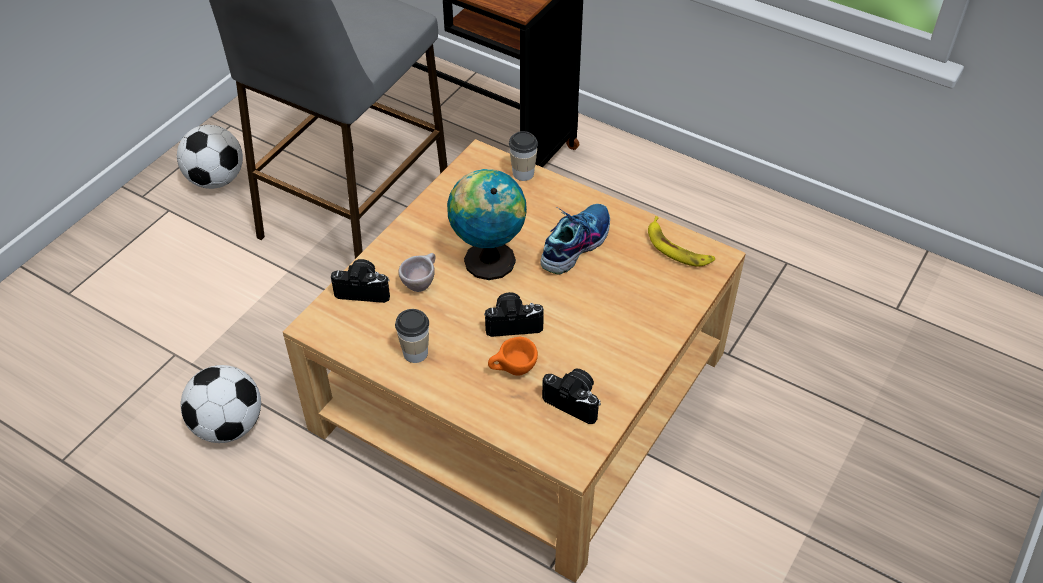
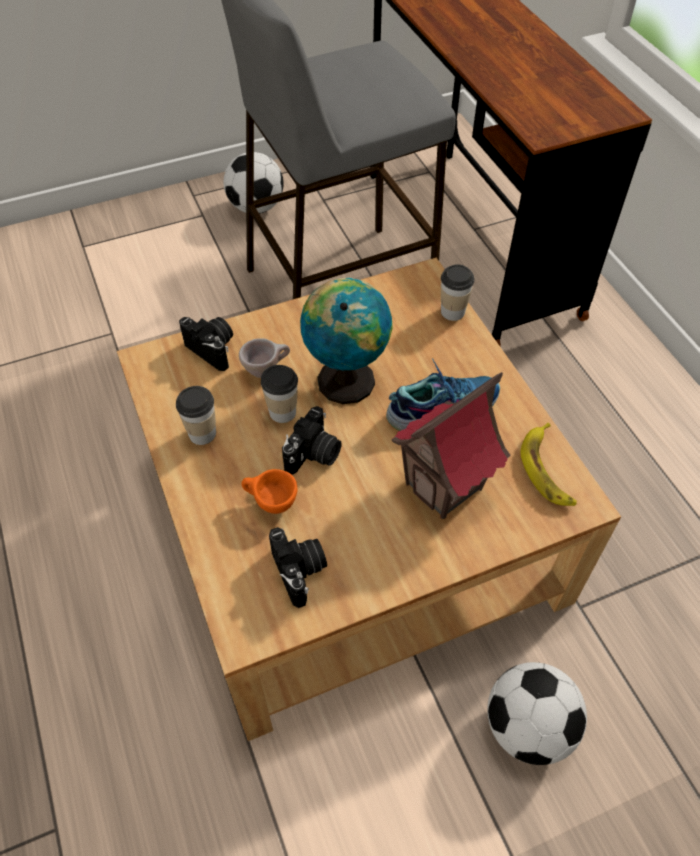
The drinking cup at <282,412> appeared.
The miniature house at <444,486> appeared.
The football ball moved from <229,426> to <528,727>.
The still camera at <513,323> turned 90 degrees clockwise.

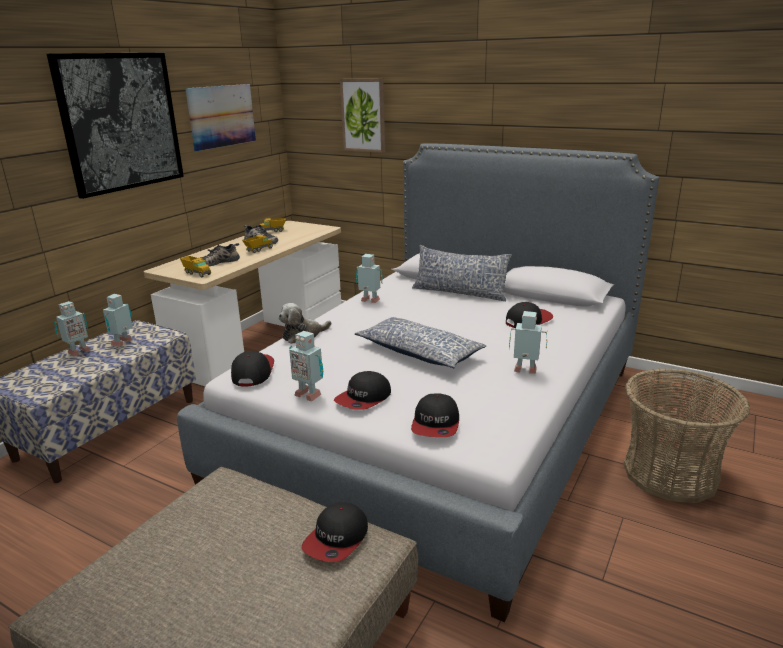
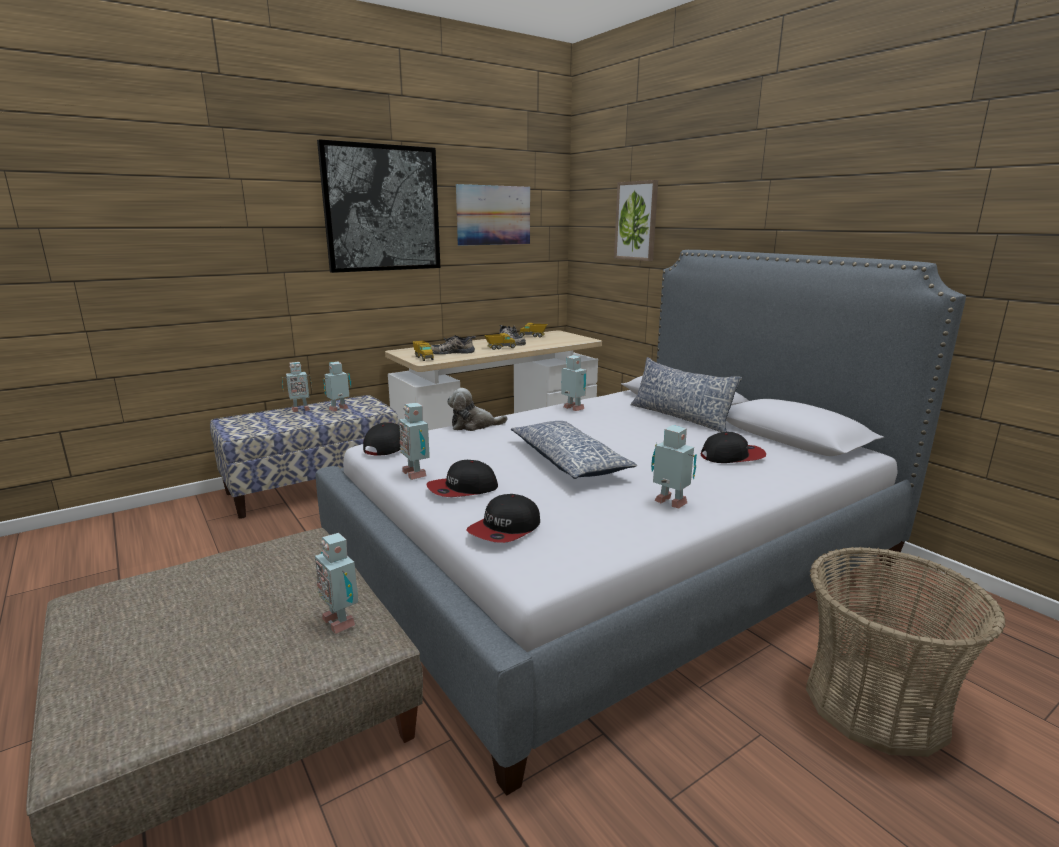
The baseball cap at <337,539> was replaced by the robot figure at <341,620>.

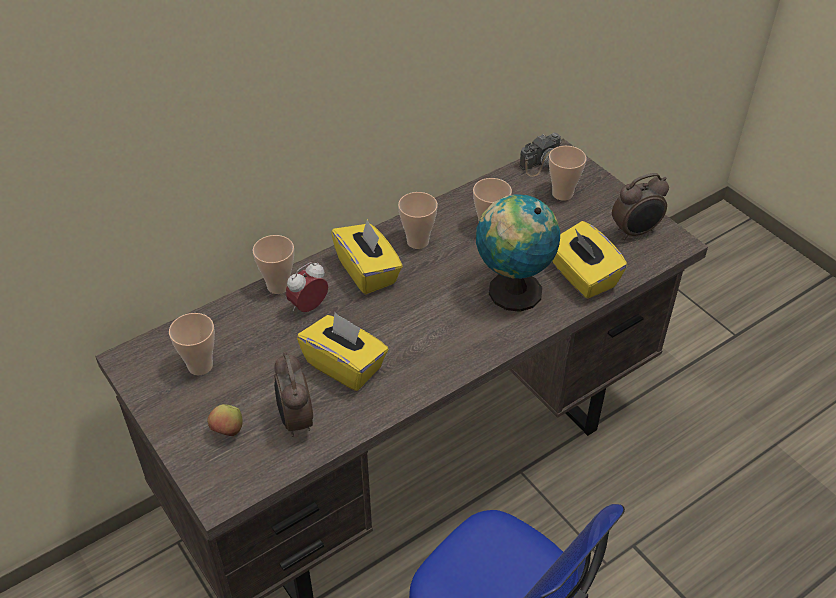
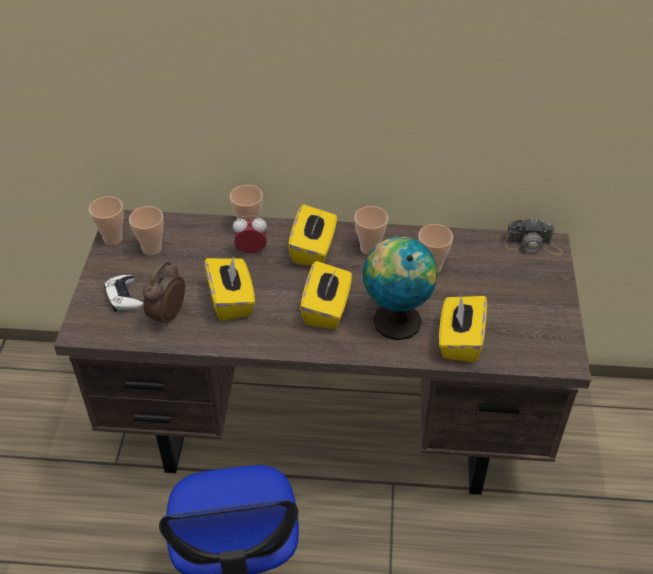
The table clock at <635,232> disappeared.
The tissue box (yellow-coloured) at <327,309> appeared.
The drinking cup moved from <562,194> to <113,238>.
The apple fruit at <228,431> was replaced by the gamepad (white-coloured) at <124,297>.

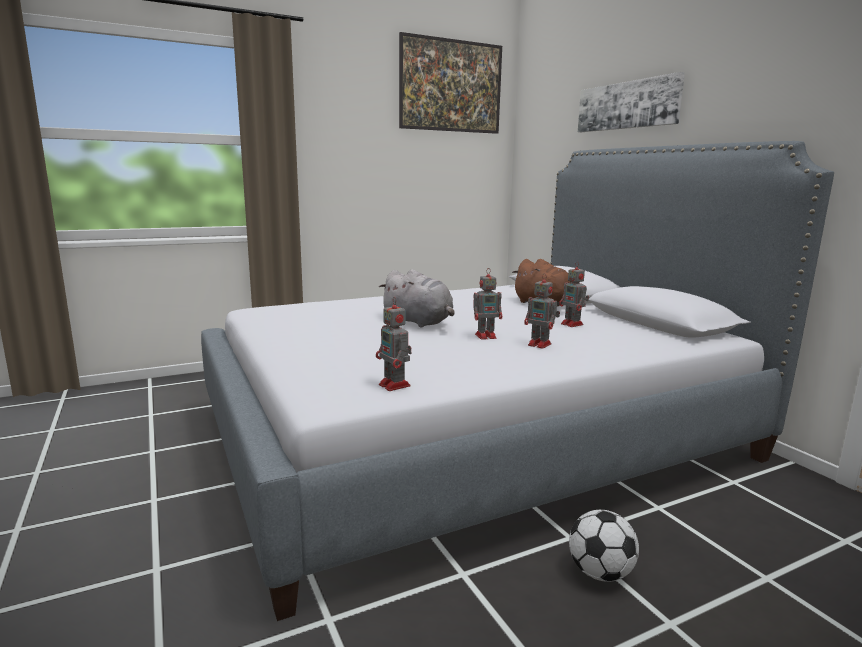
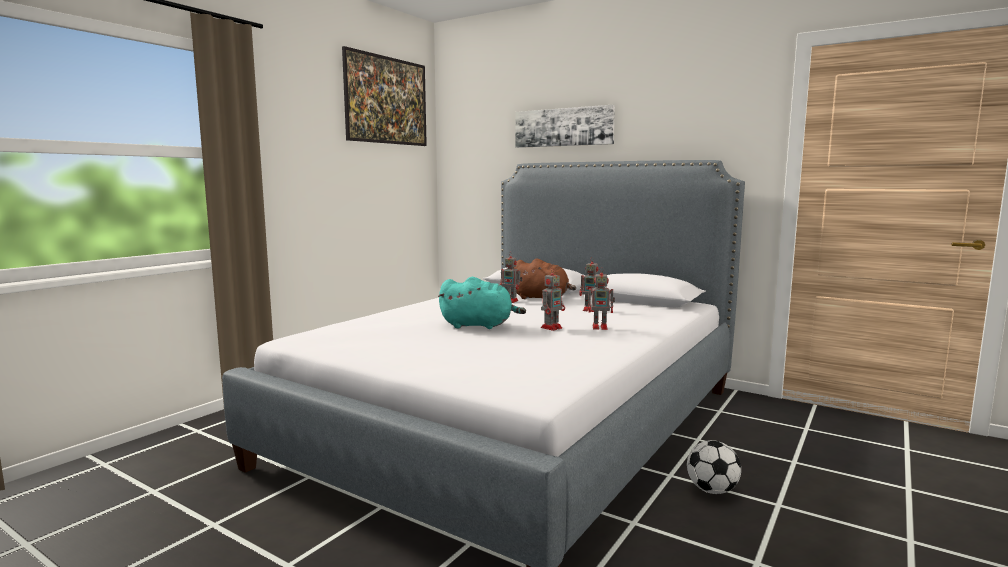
The robot figure moved from <395,386> to <511,301>.
The cuddly toy (greyish) at <419,322> became the cuddly toy (turquoise-coloured) at <479,325>.

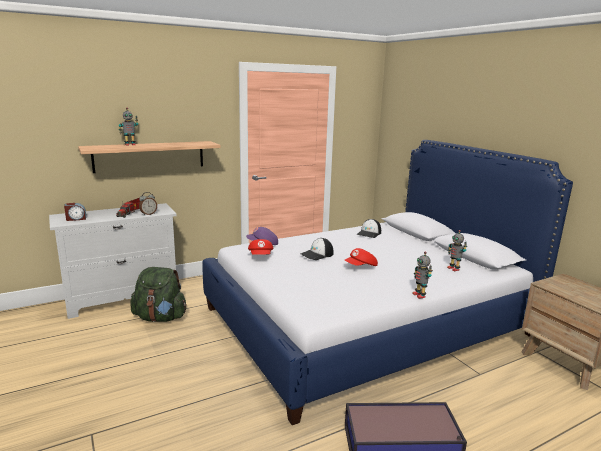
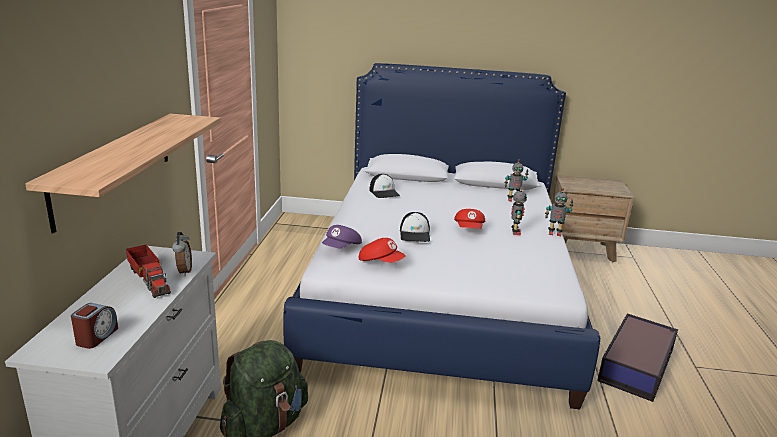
The robot figure moved from <130,144> to <515,232>.

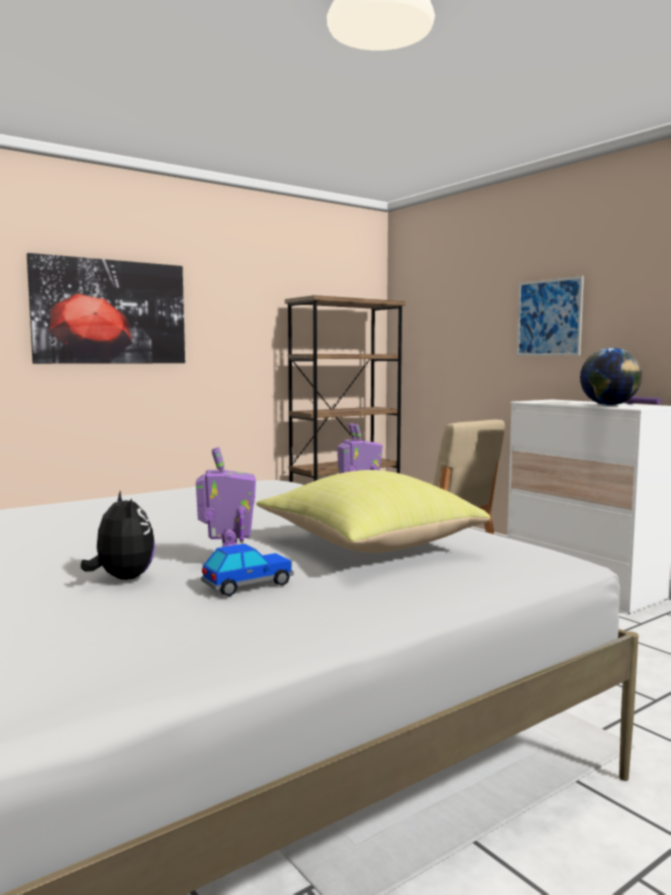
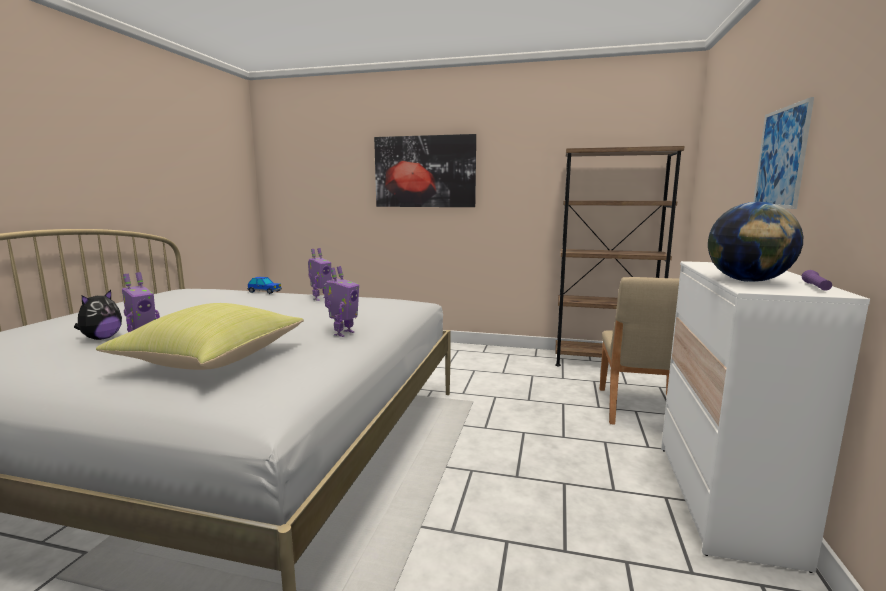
The robot figure at <320,299> appeared.
The miniature car moved from <248,585> to <265,292>.

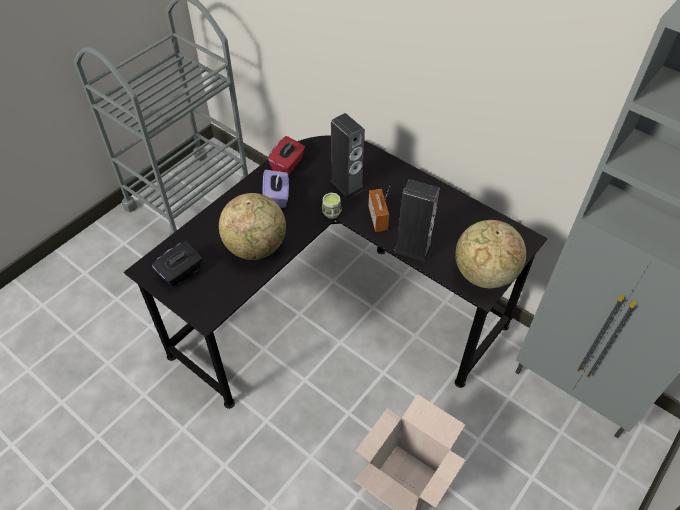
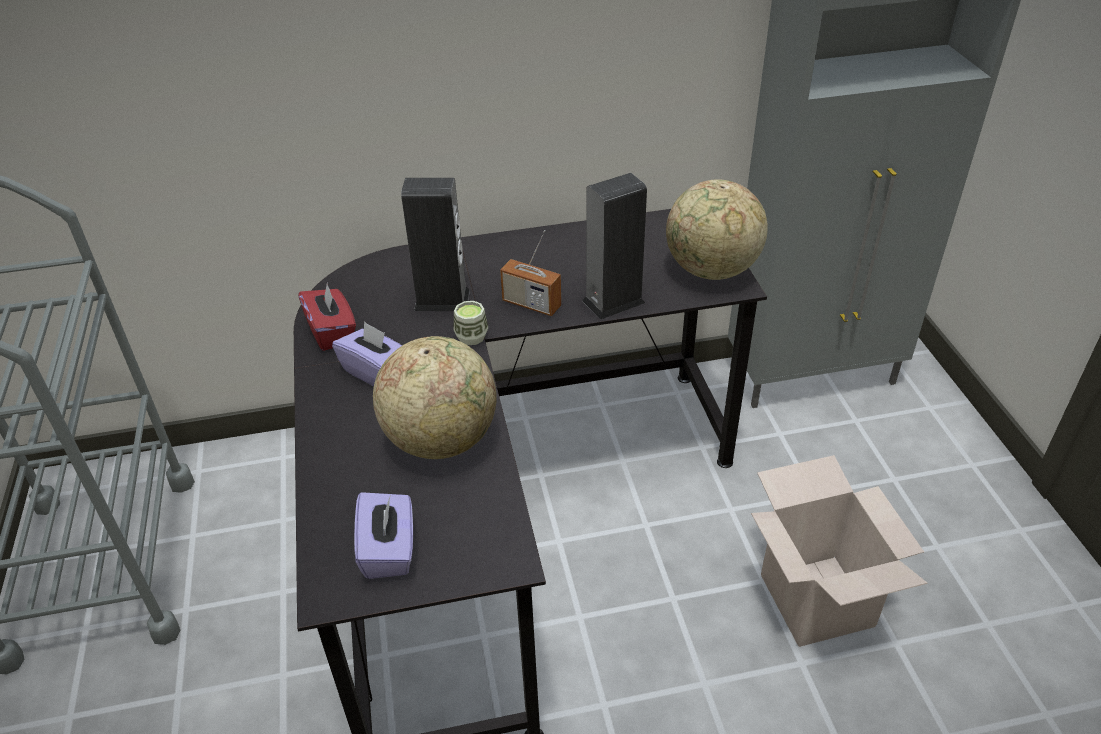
The tissue box (black) at <181,273> became the tissue box (purple-coloured) at <389,550>.

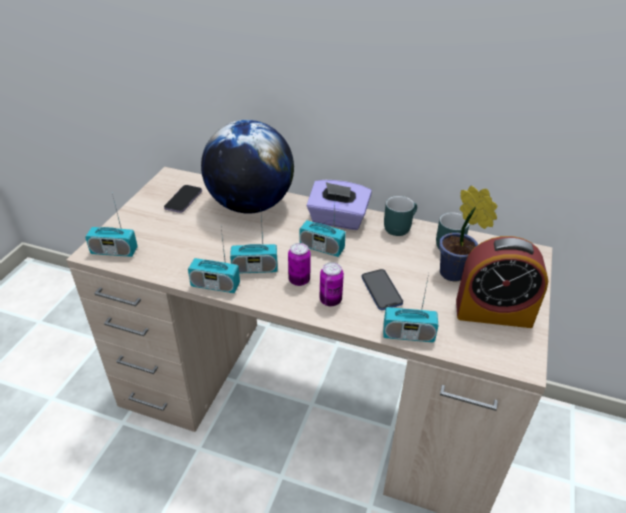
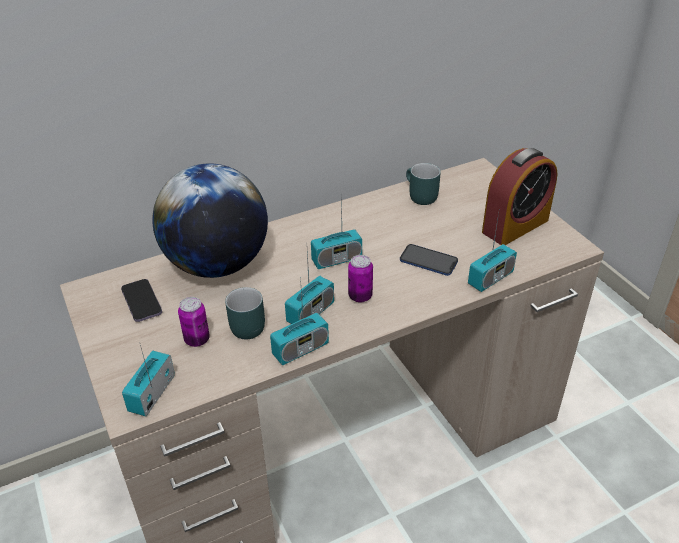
The tissue box (purple-coloured) at <337,219> disappeared.
The potted plant at <455,275> disappeared.
The can moved from <330,300> to <197,339>.
The coffee mug (turquoise-coloured) moved from <398,226> to <246,324>.
The radio at <114,251> turned 150 degrees clockwise.

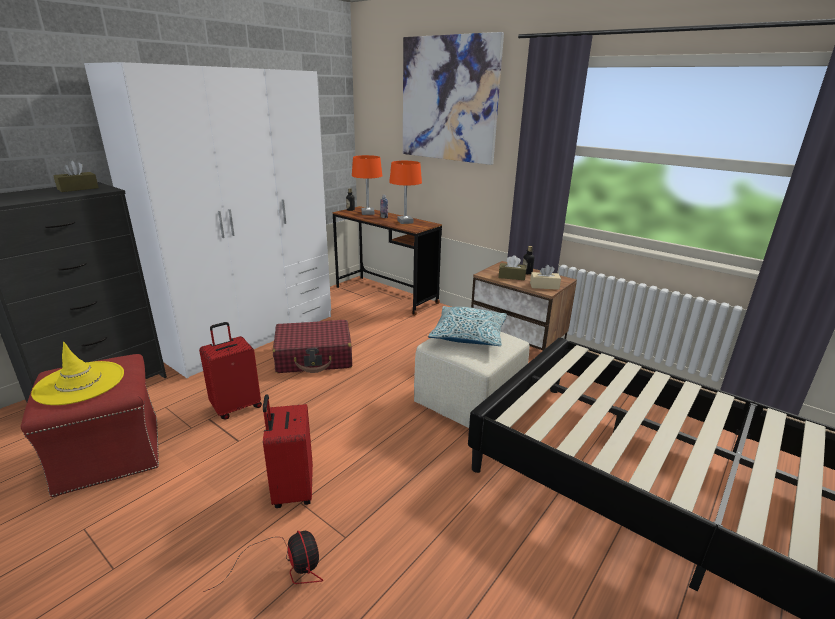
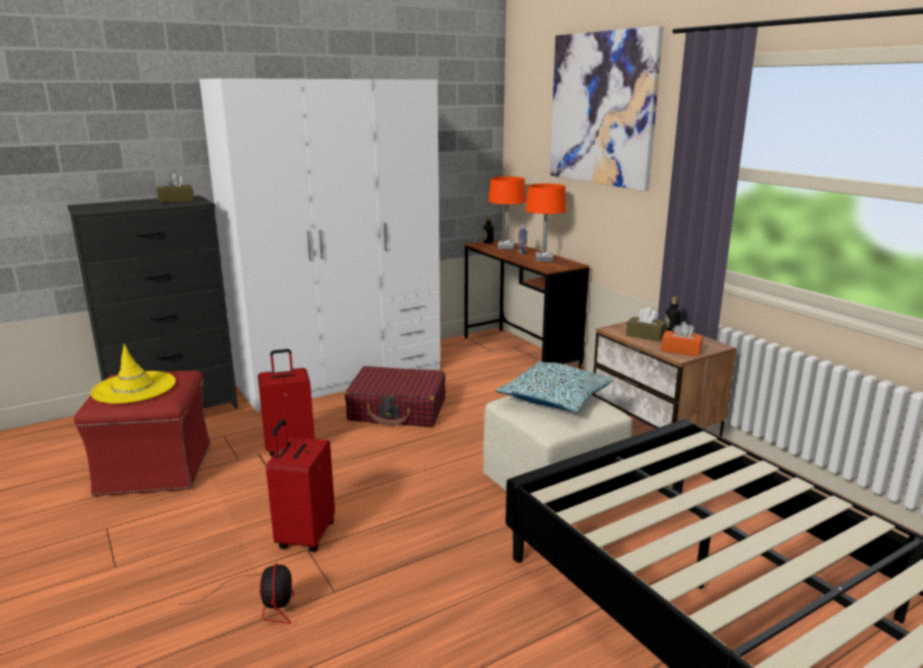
The tissue box (beige-coloured) at <544,286> became the tissue box (orange) at <681,350>.

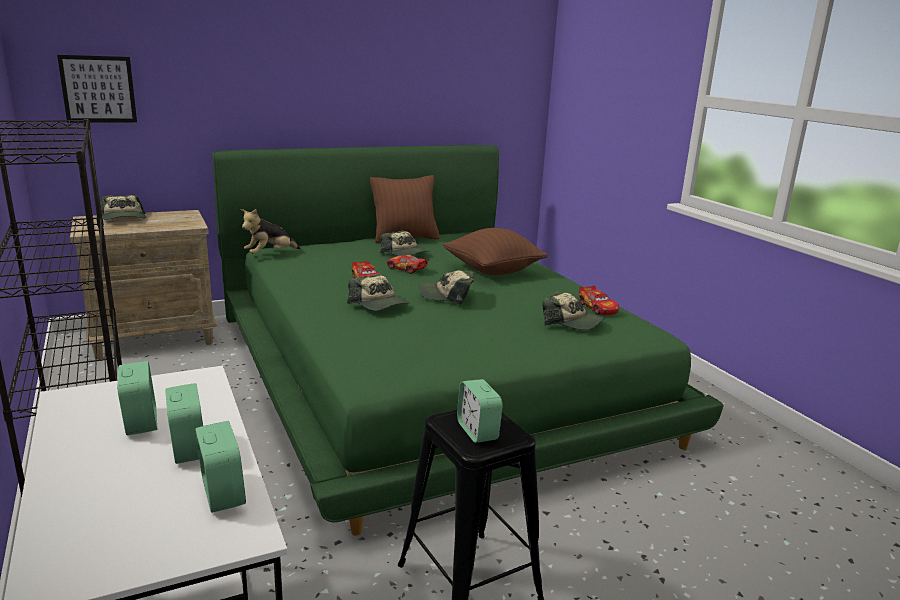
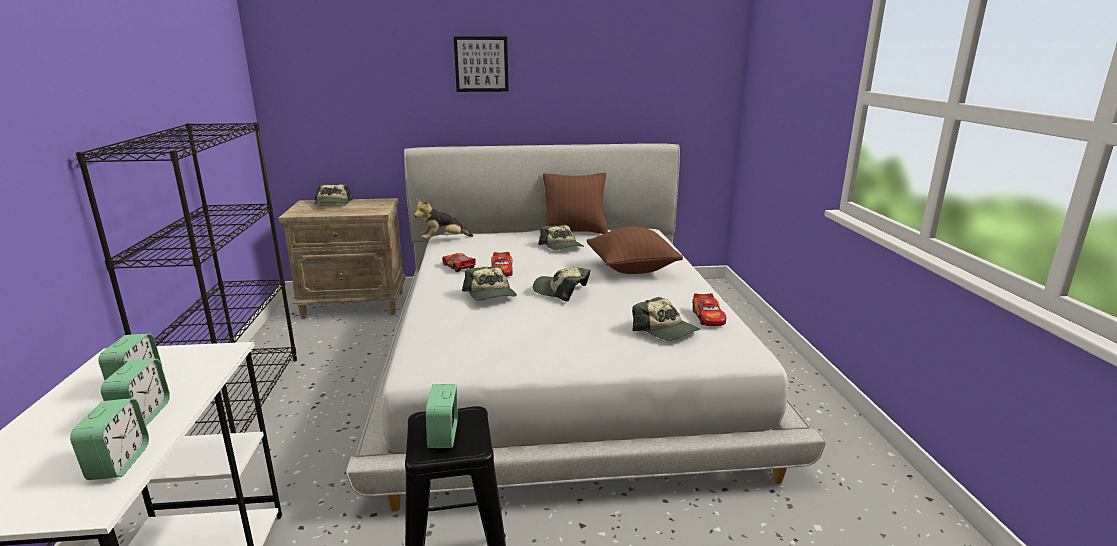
The wall art moved from <98,89> to <481,64>.
The miniature car moved from <406,269> to <458,266>.
The bedroom bed (greenish) at <429,371> became the bedroom bed (white-coloured) at <561,361>.

